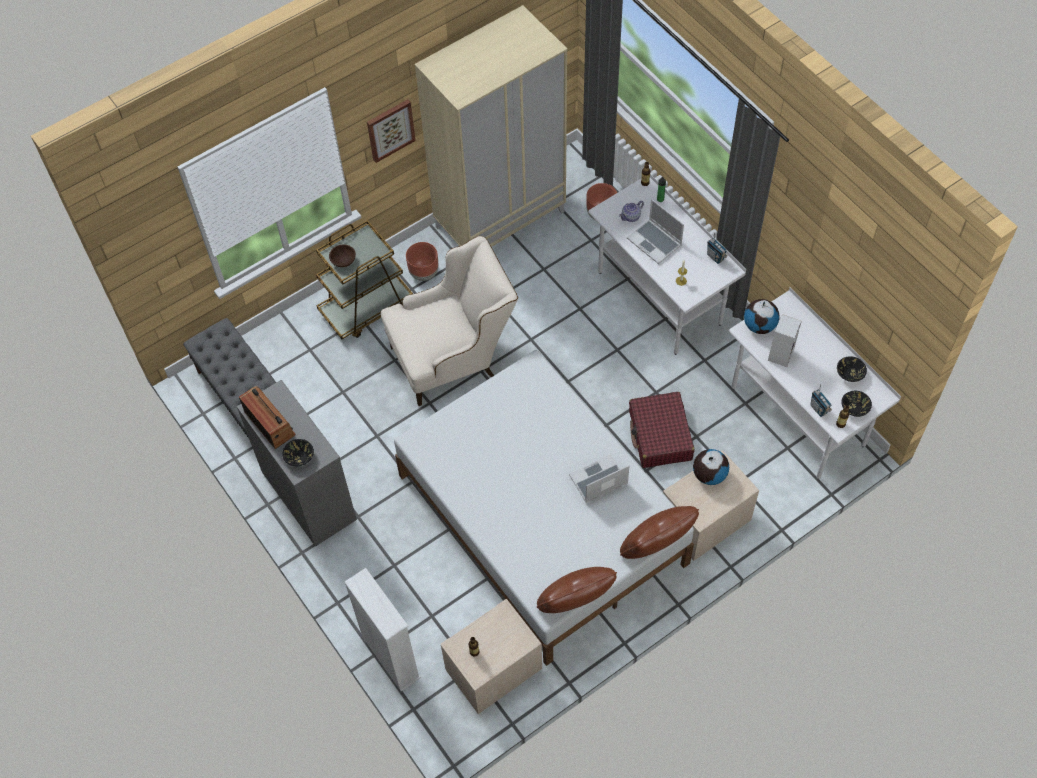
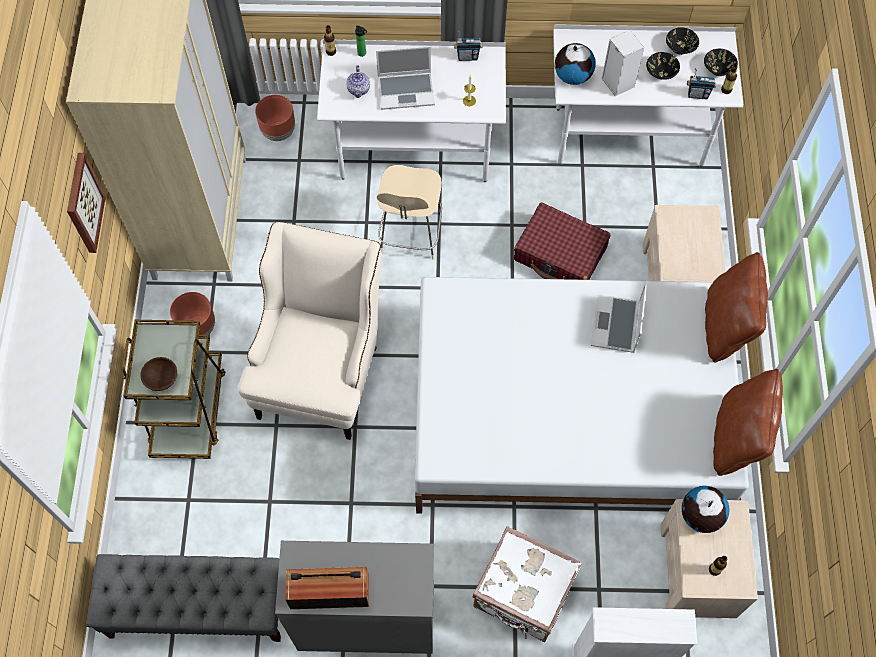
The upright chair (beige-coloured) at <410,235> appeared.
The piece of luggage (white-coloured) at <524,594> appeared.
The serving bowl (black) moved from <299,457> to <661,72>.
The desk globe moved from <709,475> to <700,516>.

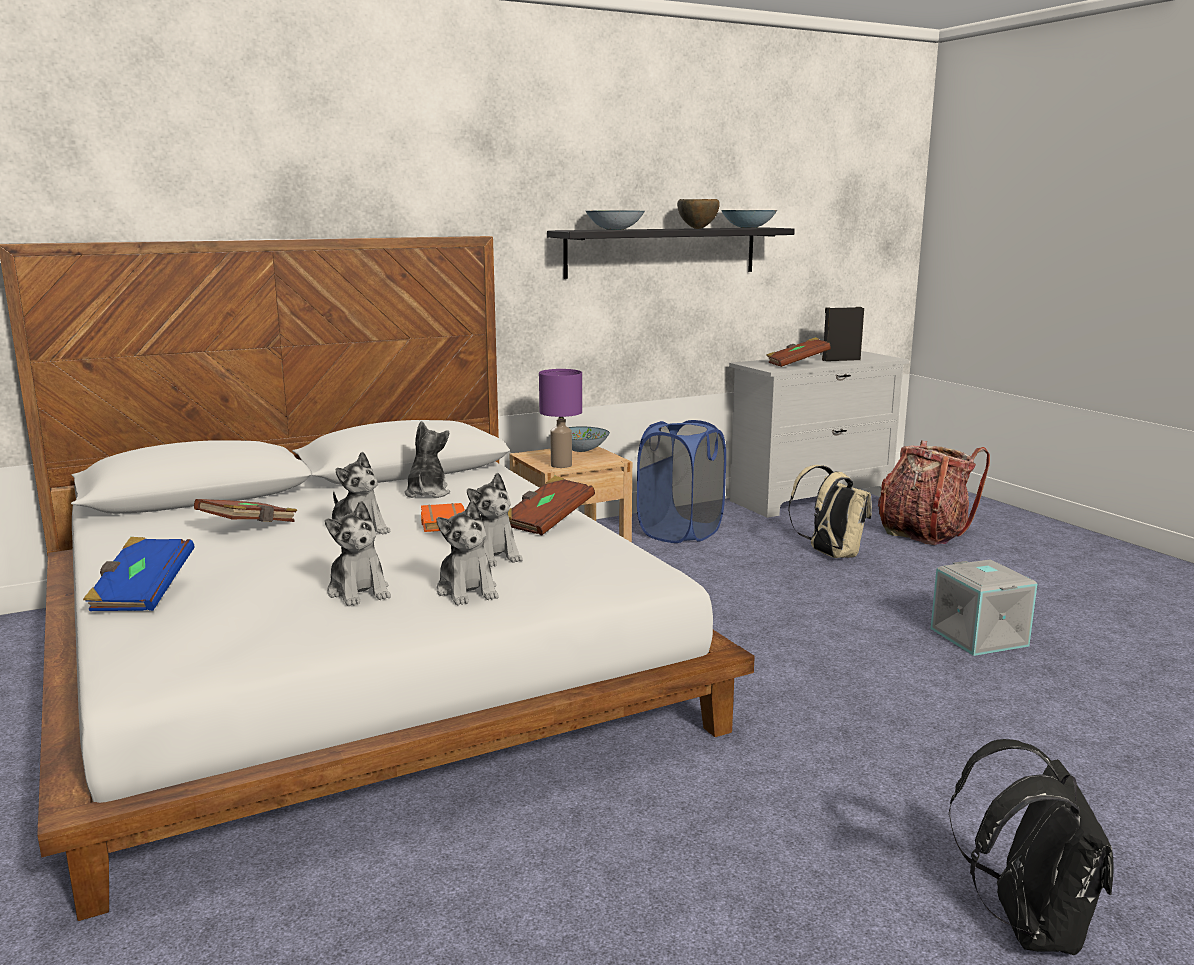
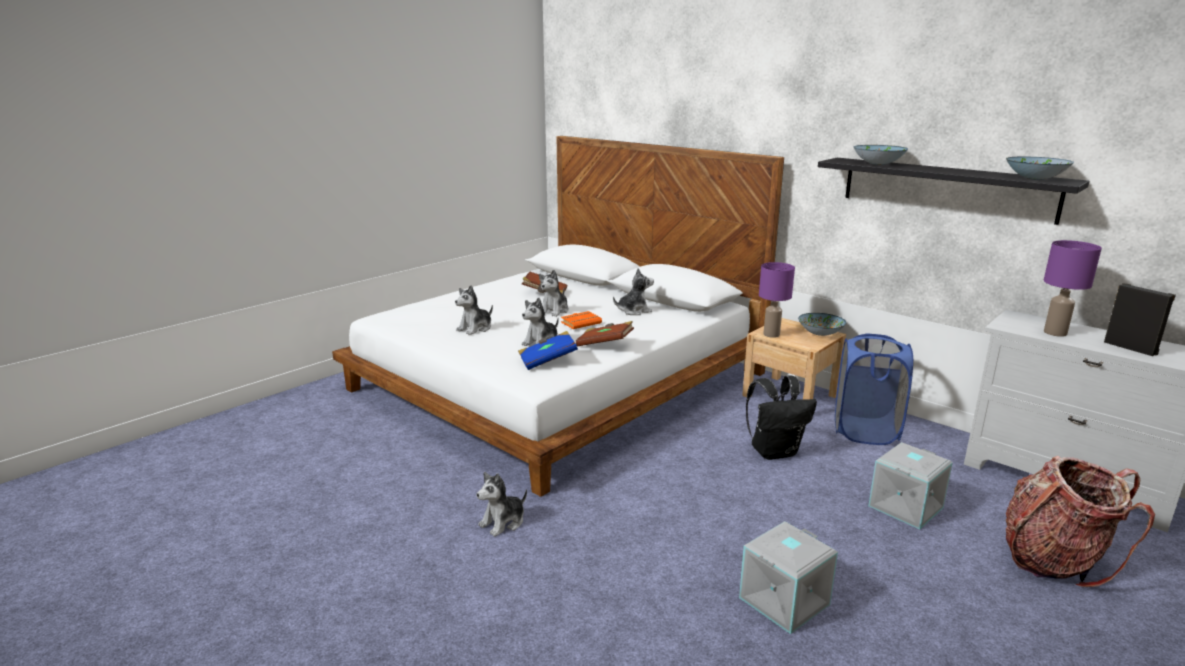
The serving bowl (brownish) at <698,228> disappeared.
The volume (blue) moved from <142,594> to <547,361>.
The cuddly toy moved from <467,590> to <503,522>.
The knapsack (black) moved from <1027,926> to <775,452>.
The volume (brownish) at <797,364> was replaced by the table lamp (purple-coloured) at <1055,332>.
The knapsack (beige-coloured) at <830,554> was replaced by the storage bin (greyish) at <904,506>.

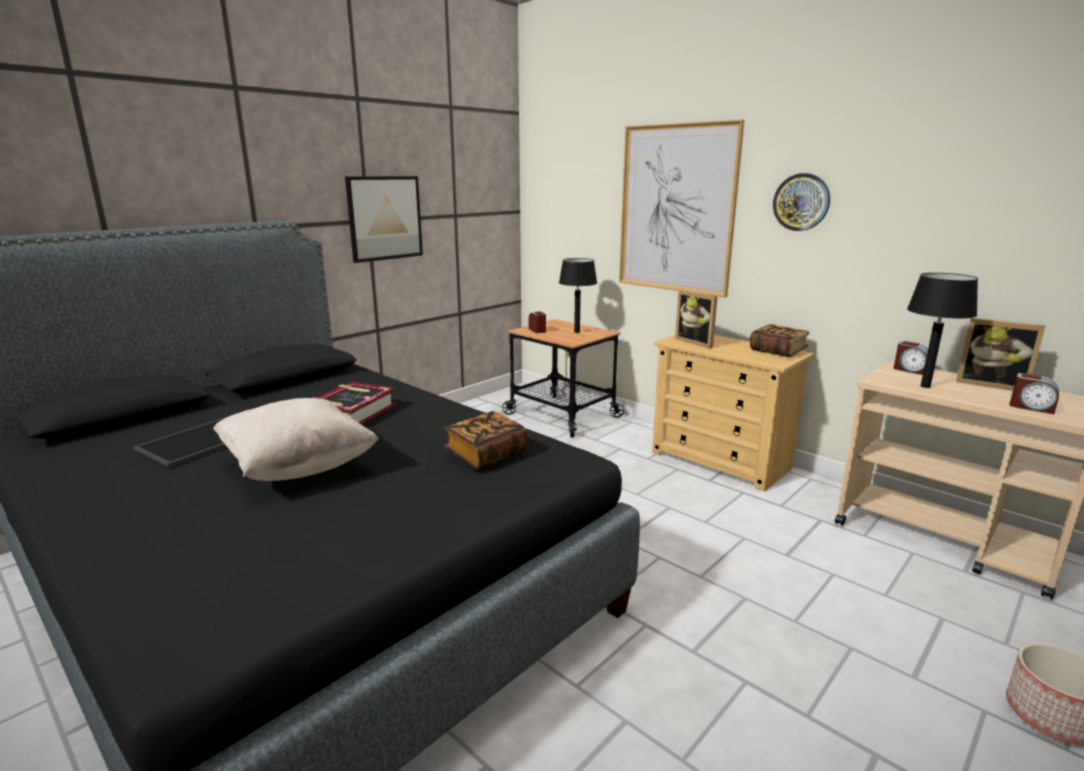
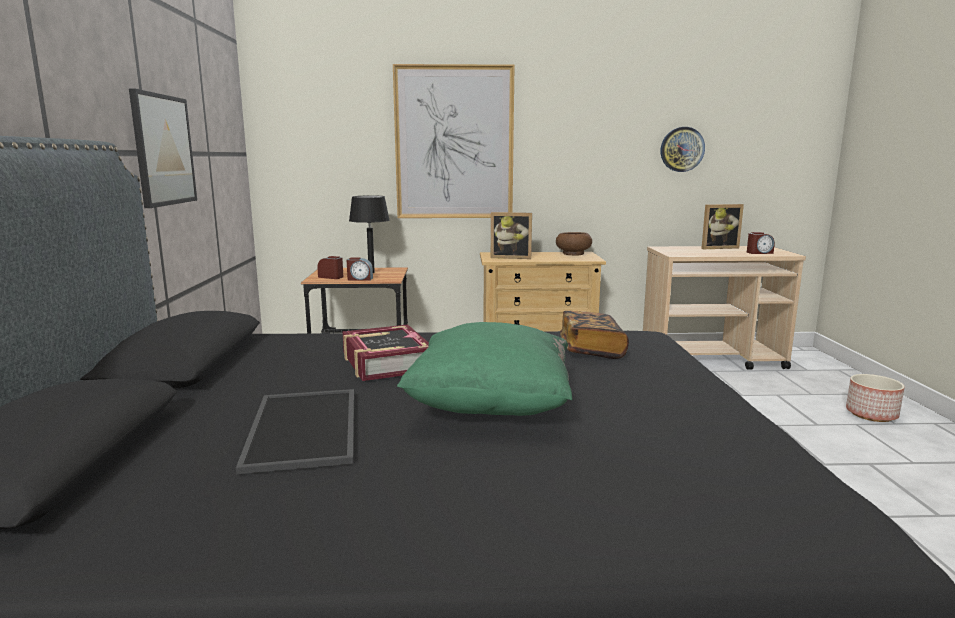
The table lamp (black) at <925,386> disappeared.
The hanging clock moved from <801,202> to <682,149>.
The table clock moved from <911,370> to <360,279>.
The volume at <777,351> was replaced by the serving bowl (brownish) at <573,254>.
The throw pillow (beige-coloured) at <299,468> became the throw pillow (greenish) at <491,407>.

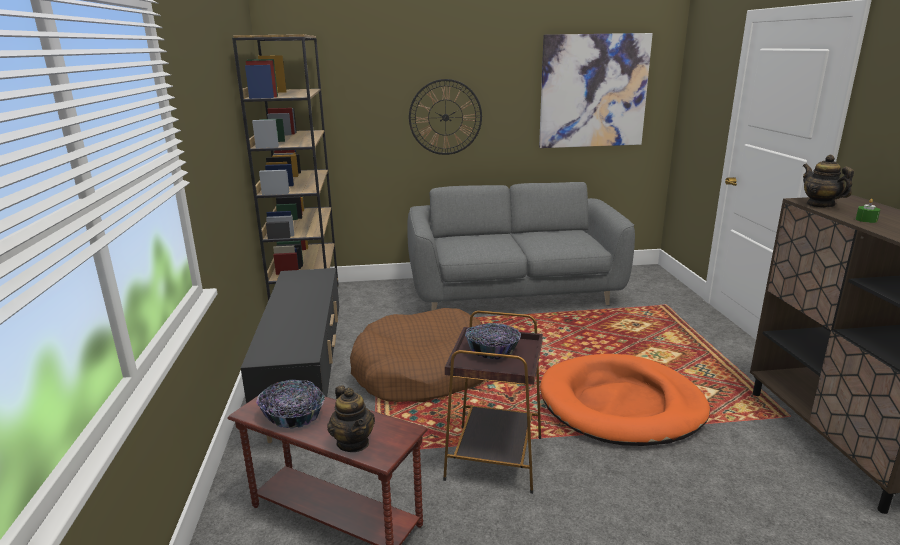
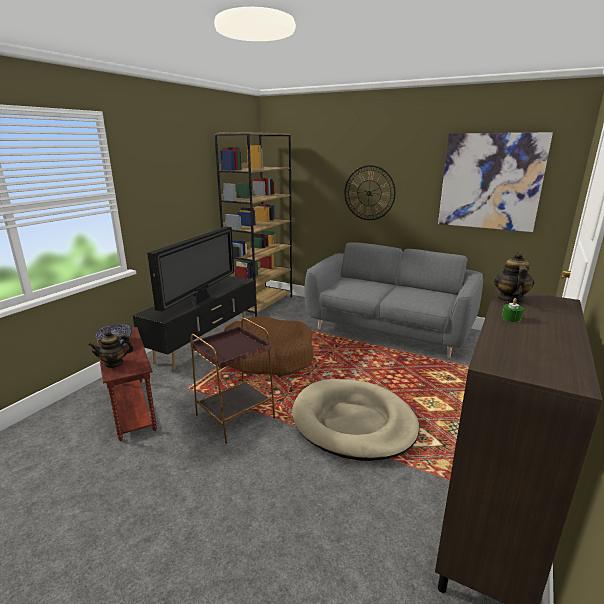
The serving bowl at <493,350> disappeared.
The TV at <201,300> appeared.
The dog bed (orange) at <621,405> became the dog bed (beige-coloured) at <353,422>.
The teapot at <353,443> turned 60 degrees clockwise.

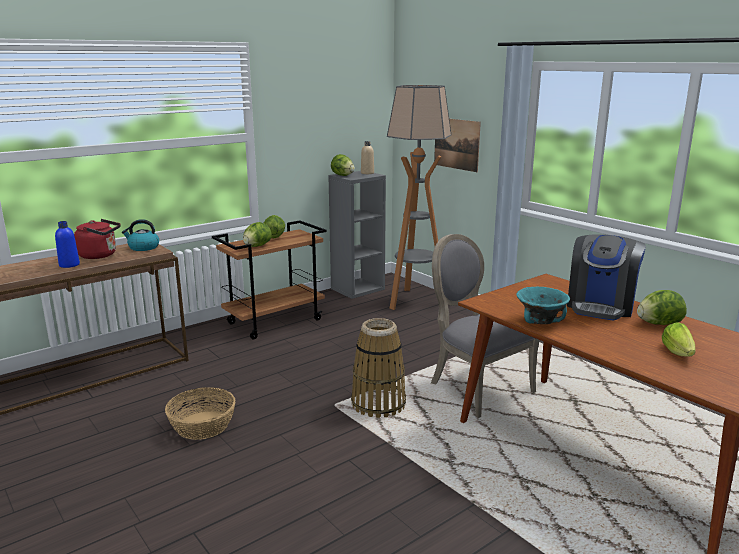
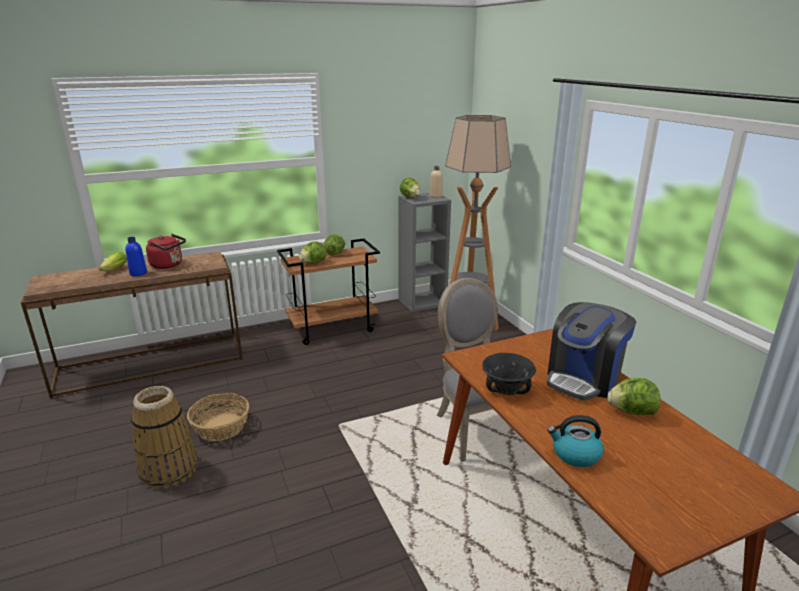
The wall art at <456,144> disappeared.
The kettle moved from <143,247> to <575,454>.
The storage basket moved from <378,404> to <168,469>.
The lettuce head moved from <678,353> to <113,270>.
The serving bowl (turquoise-coloured) at <540,321> became the serving bowl (black) at <506,389>.

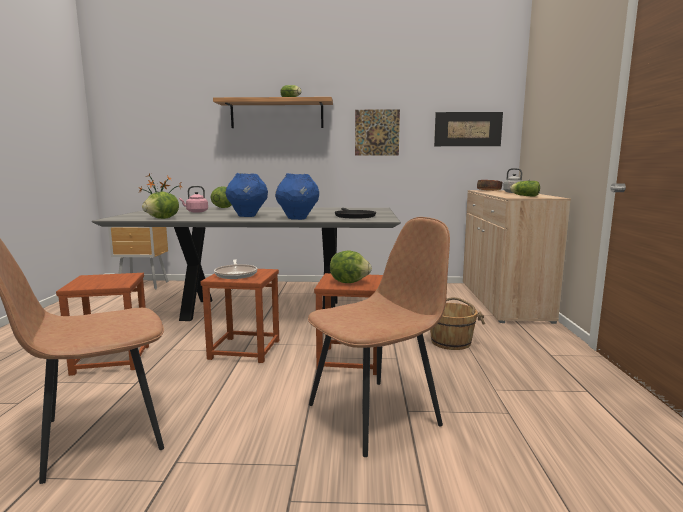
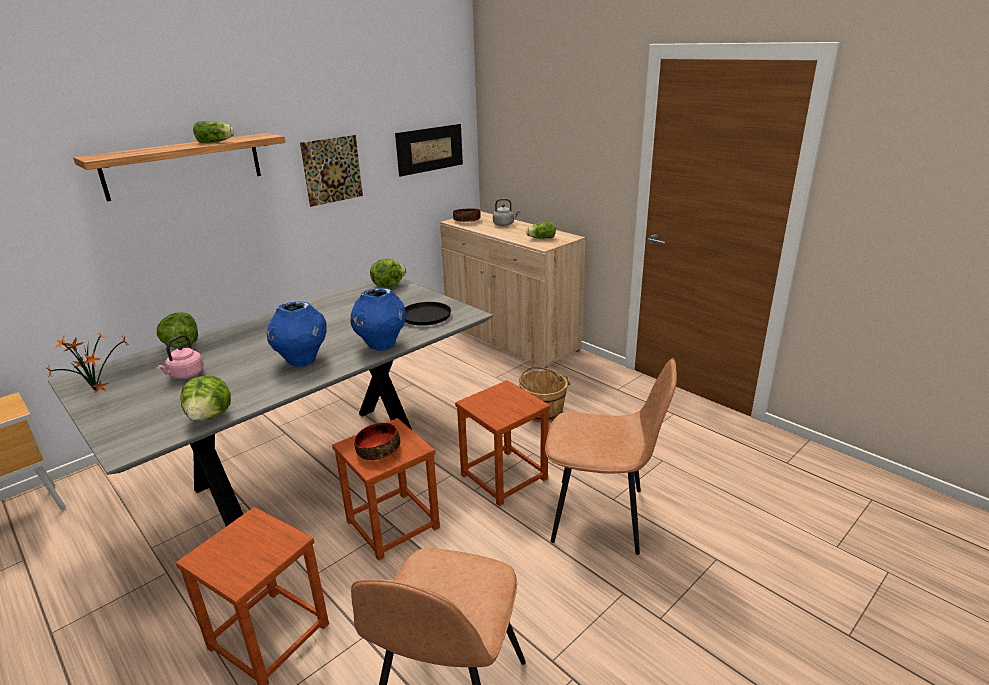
The lettuce head moved from <349,282> to <388,285>.
The skillet at <236,274> was replaced by the serving bowl at <378,449>.
The upright chair (brownish) at <376,414> turned 90 degrees clockwise.

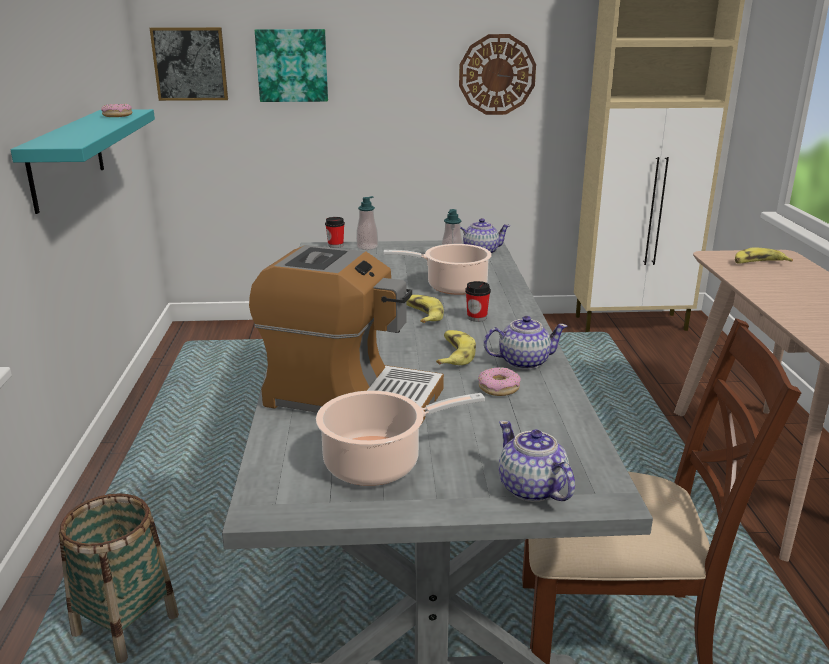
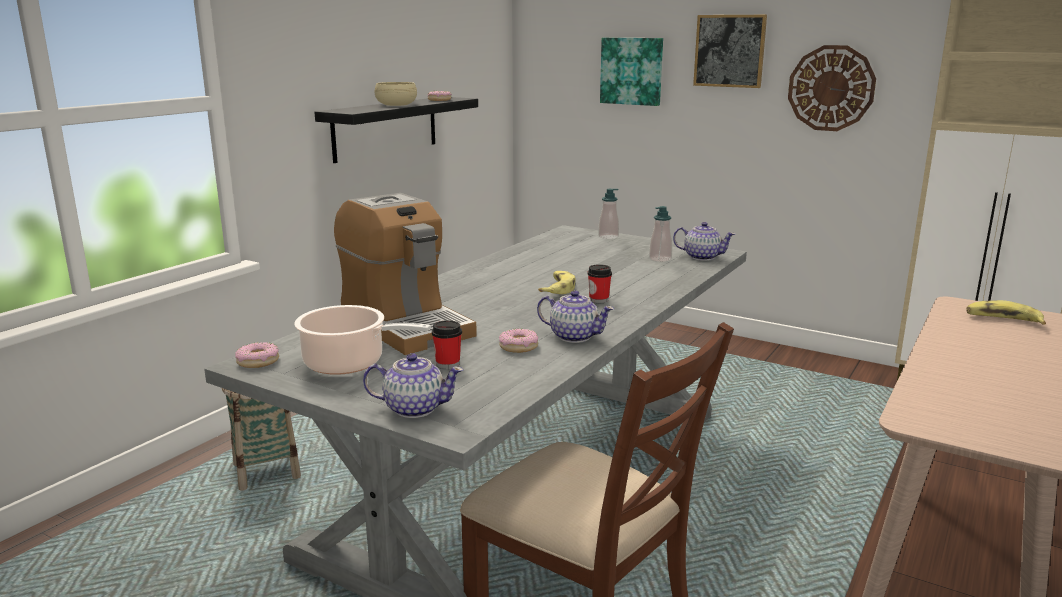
The cooking pot at <452,287> disappeared.
The banana at <454,355> disappeared.
The ring doughnut at <258,361> appeared.
The serving bowl (beige-coloured) at <396,104> appeared.
The wall art moved from <190,64> to <729,51>.
The drinking cup moved from <335,245> to <448,364>.
The shelf (turquoise-coloured) at <66,158> became the shelf (black) at <386,128>.
The teapot at <531,489> turned 90 degrees clockwise.

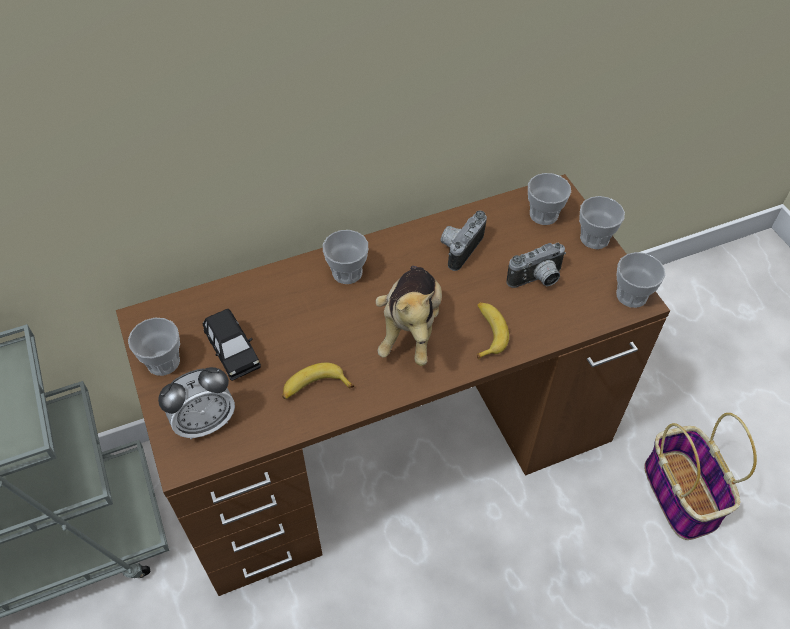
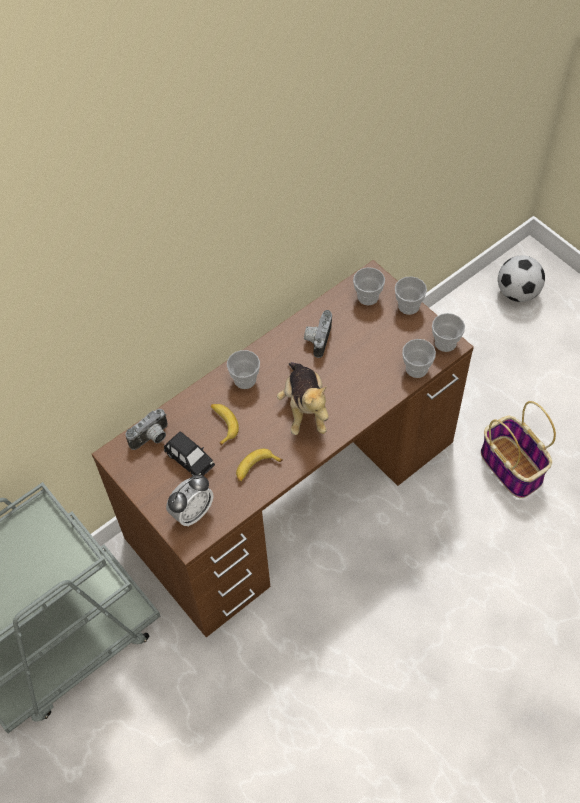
The football ball at <517,293> appeared.
The drinking cup moved from <163,362> to <416,368>.
The banana moved from <487,332> to <222,424>.
The still camera moved from <537,280> to <152,438>.

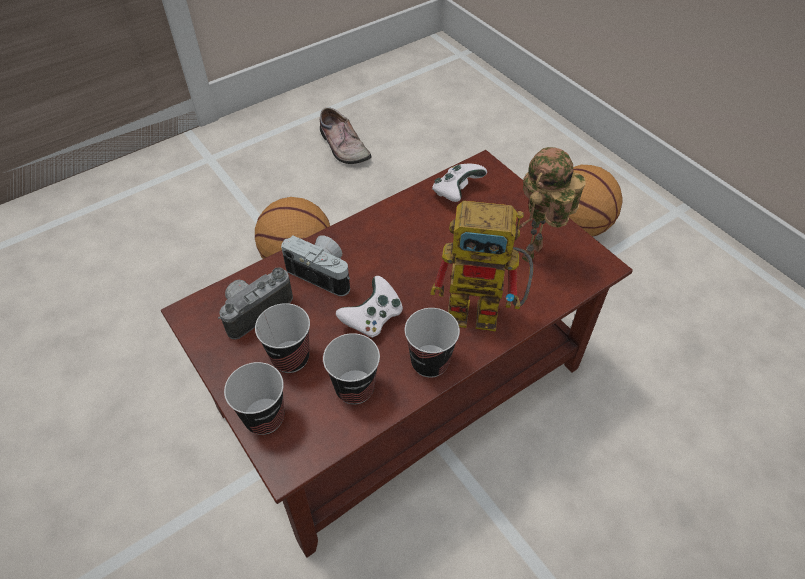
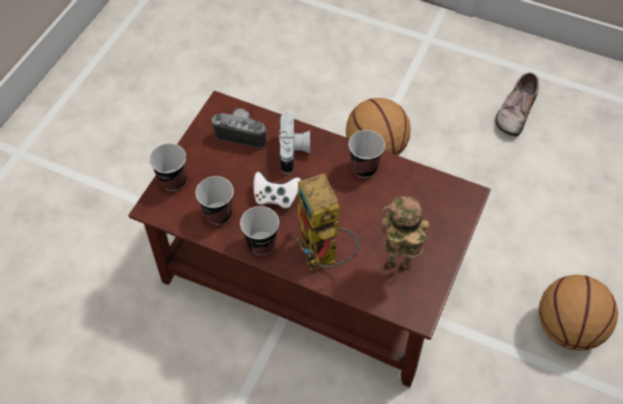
The gamepad (white-coloured) at <456,191> disappeared.
The drinking cup moved from <290,358> to <364,168>.

